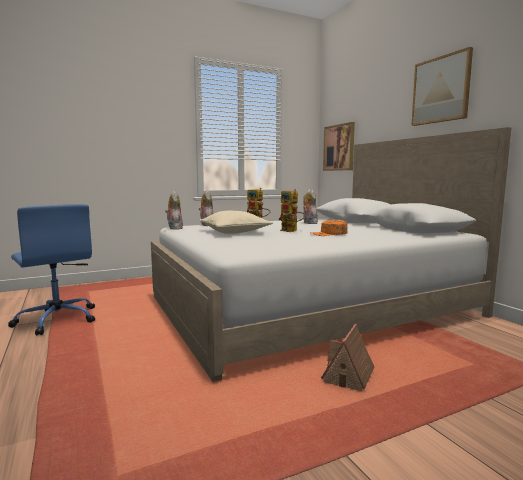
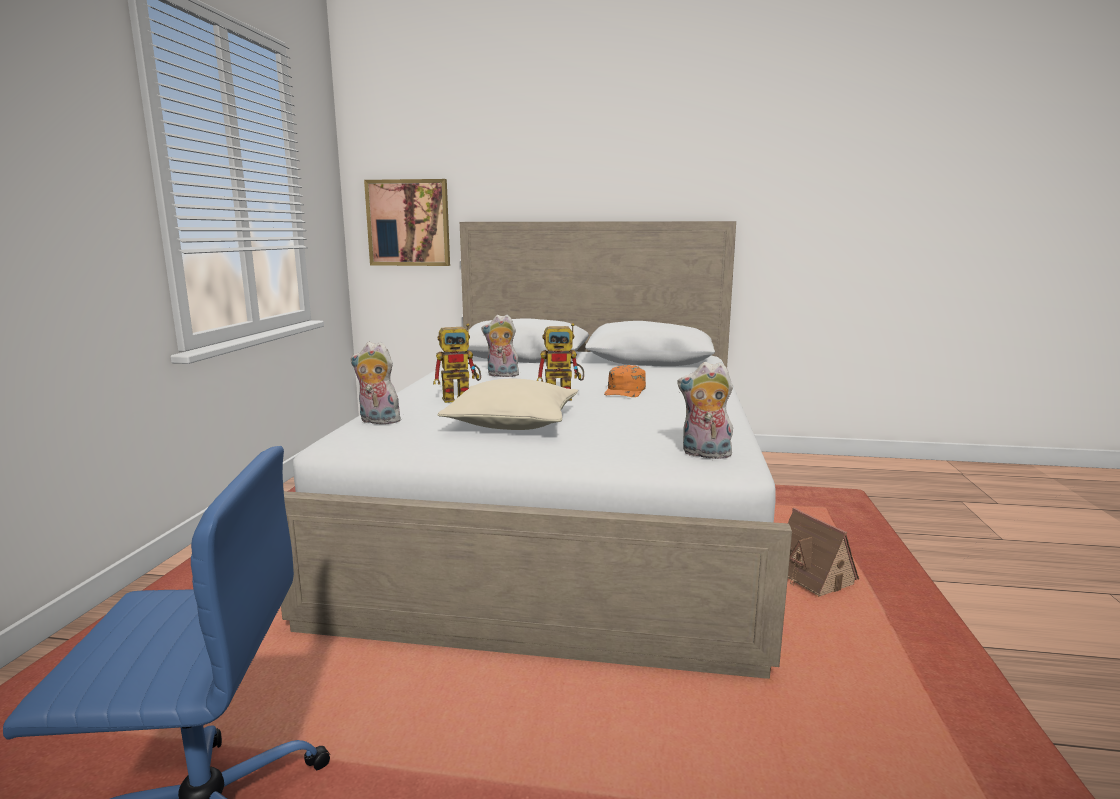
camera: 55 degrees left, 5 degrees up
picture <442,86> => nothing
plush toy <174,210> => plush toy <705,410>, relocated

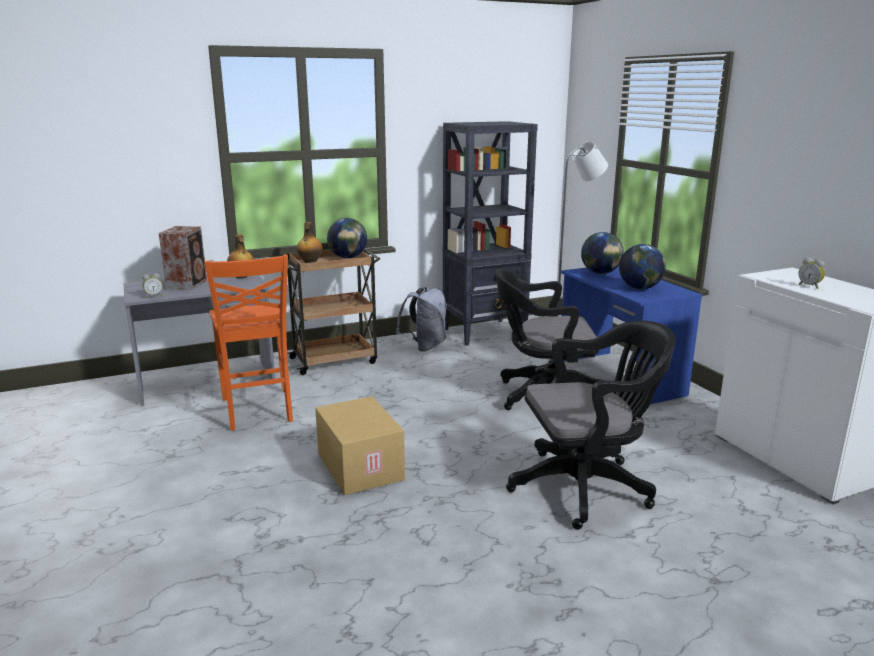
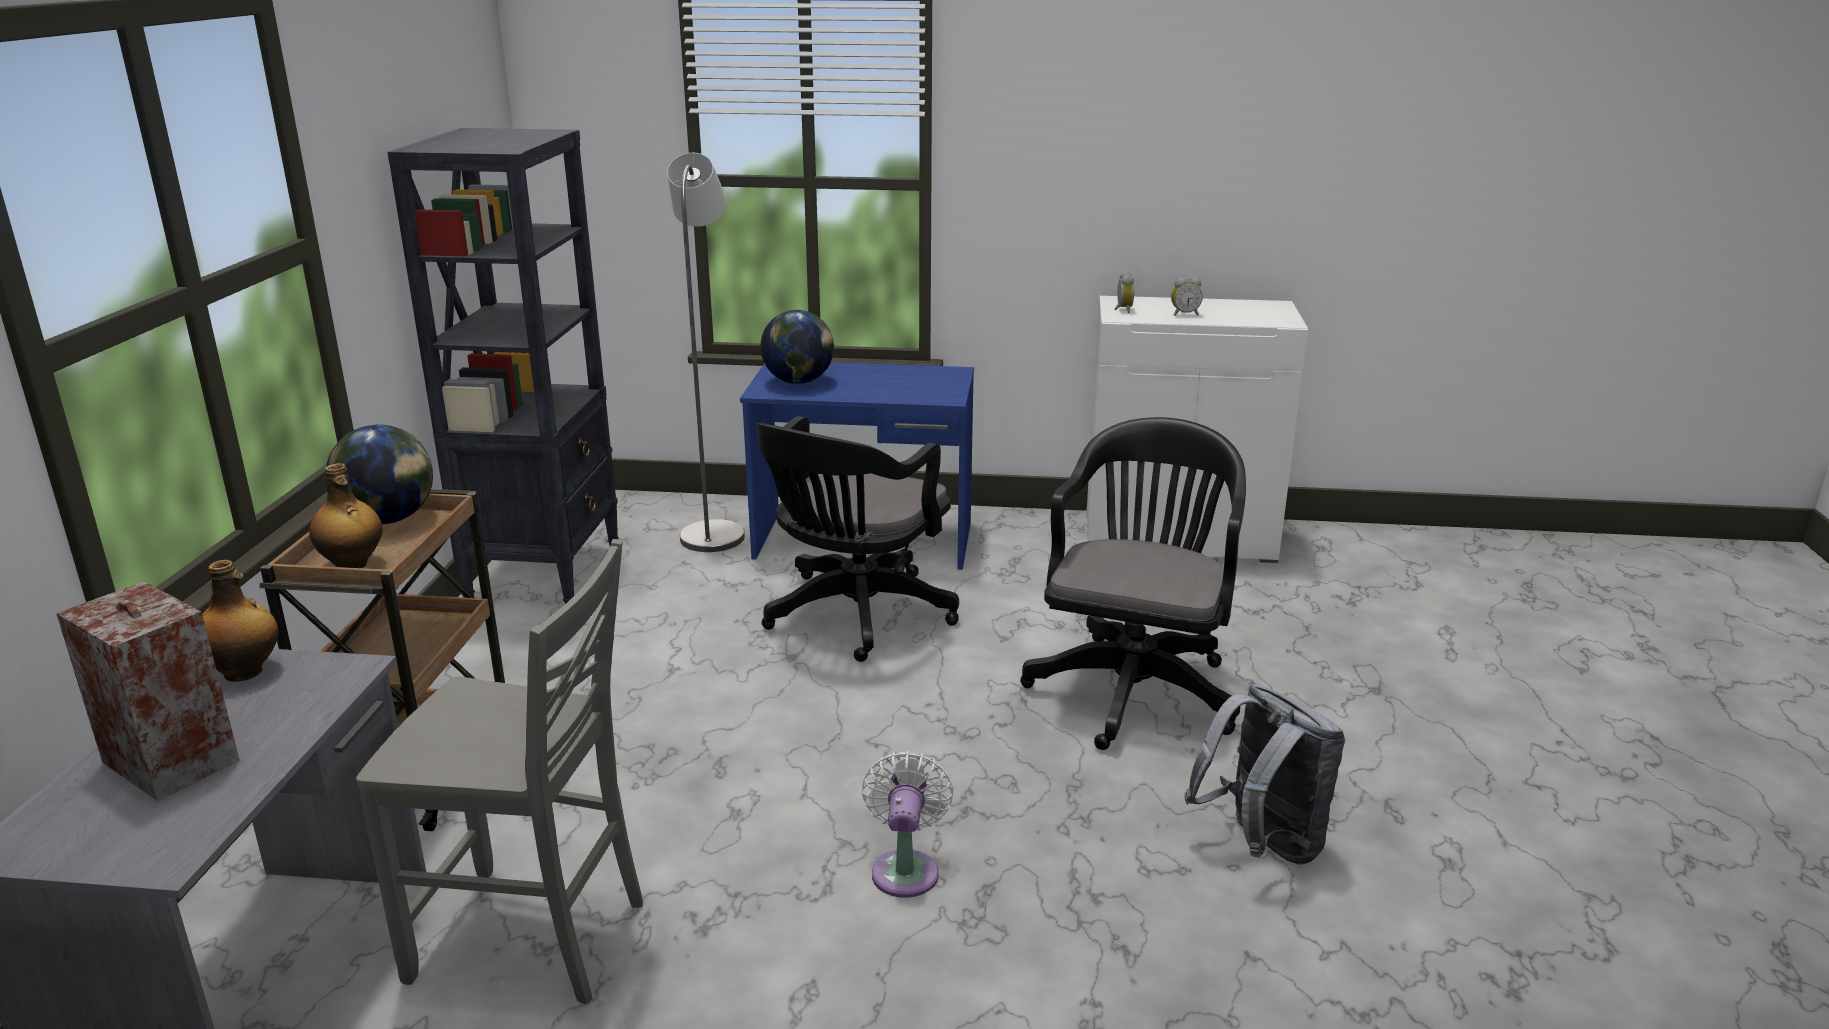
camera: 60 degrees left, 5 degrees up
globe <642,266> => nothing
chair in orange <249,342> => chair in grey <499,771>
alarm clock <152,285> => alarm clock <1124,292>, relocated
backpack in grey <421,319> => backpack in grey <1264,774>, relocated
cardboard box <360,445> => fan in white <908,824>

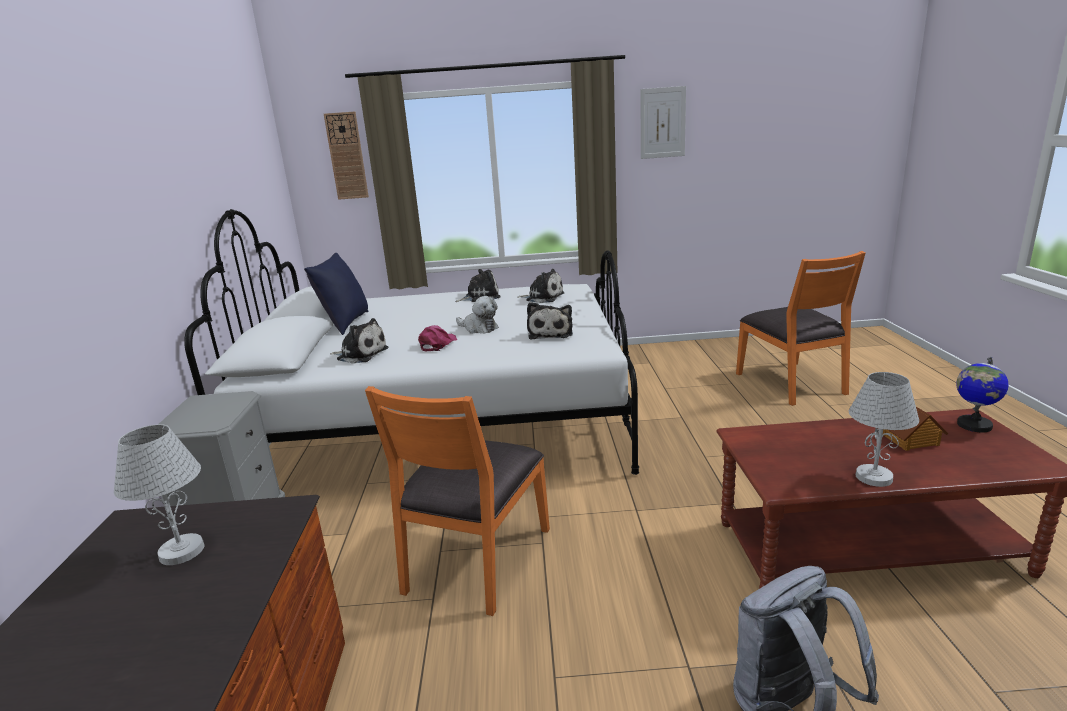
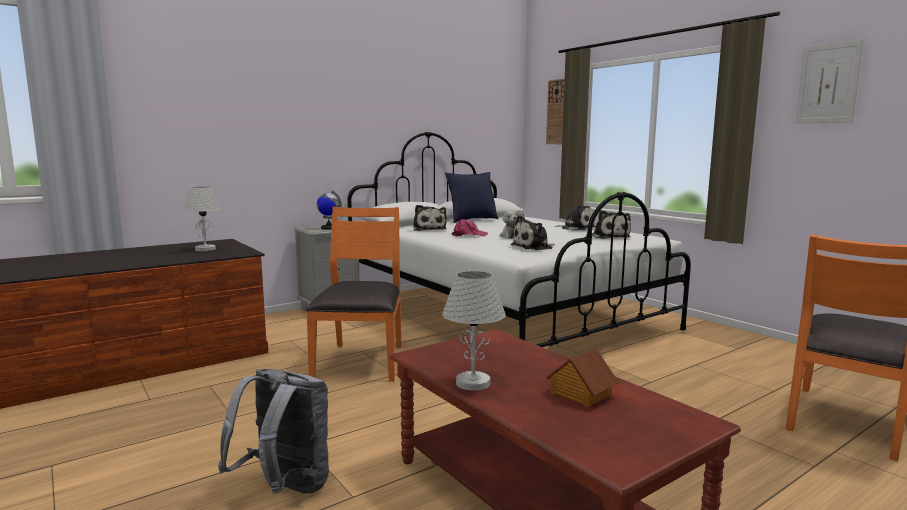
camera: 55 degrees right, 10 degrees down
globe <982,394> => globe <329,210>, relocated
chair in orange <457,501> => chair in orange <353,294>, 105 degrees clockwise

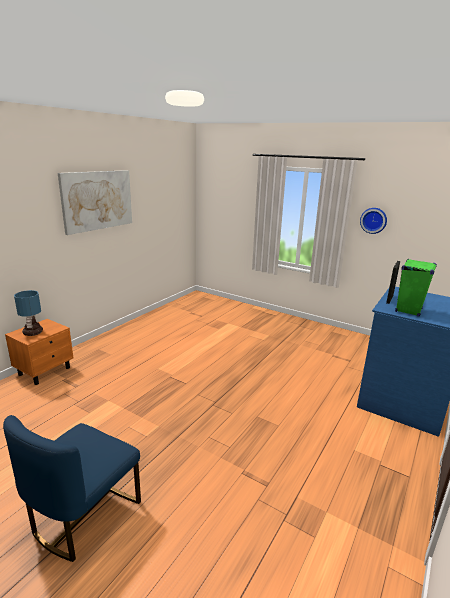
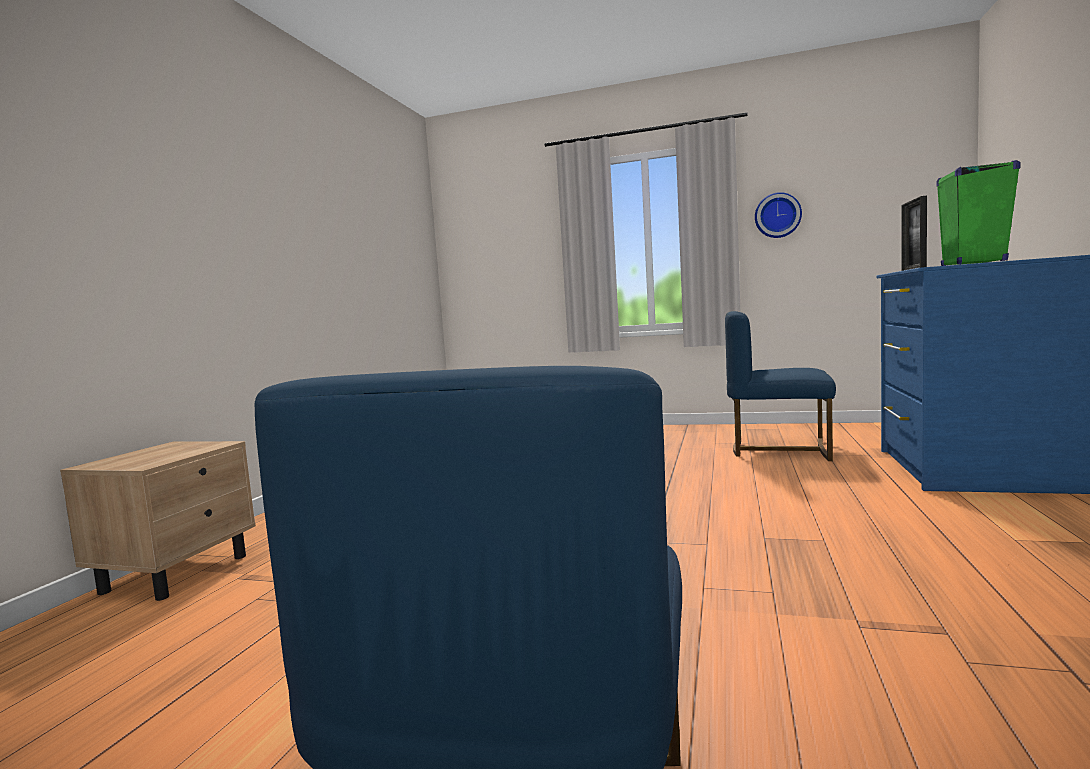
camera: 15 degrees left, 15 degrees down
picture <95,202> => nothing
table lamp <28,313> => nothing
nightstand in orange <39,352> => nightstand in beige <158,521>
nothing => chair in blue <780,386>

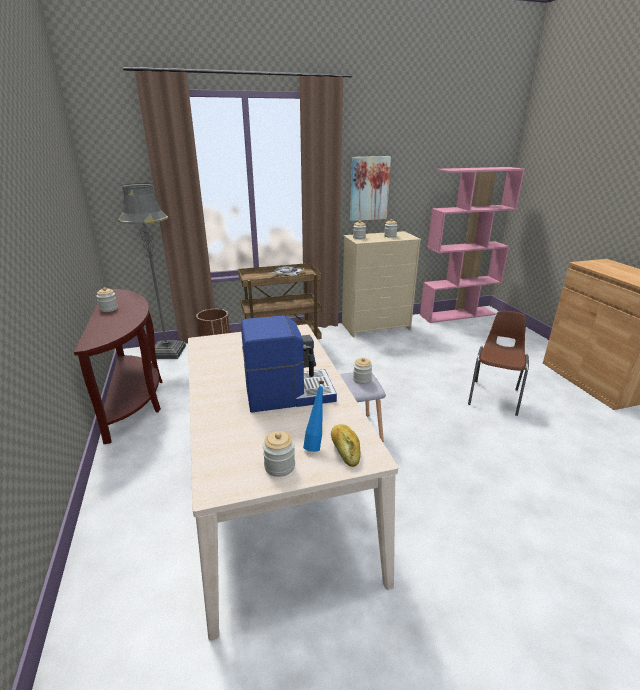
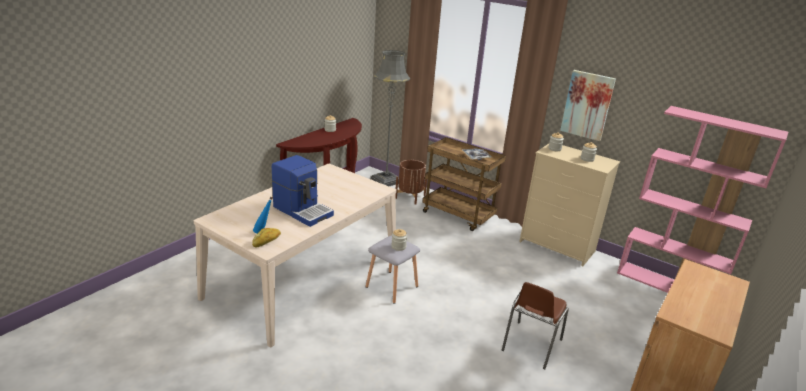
camera: 50 degrees right, 0 degrees up
chair in brown <498,363> => chair in brown <535,325>, 135 degrees clockwise
jar <279,454> => nothing

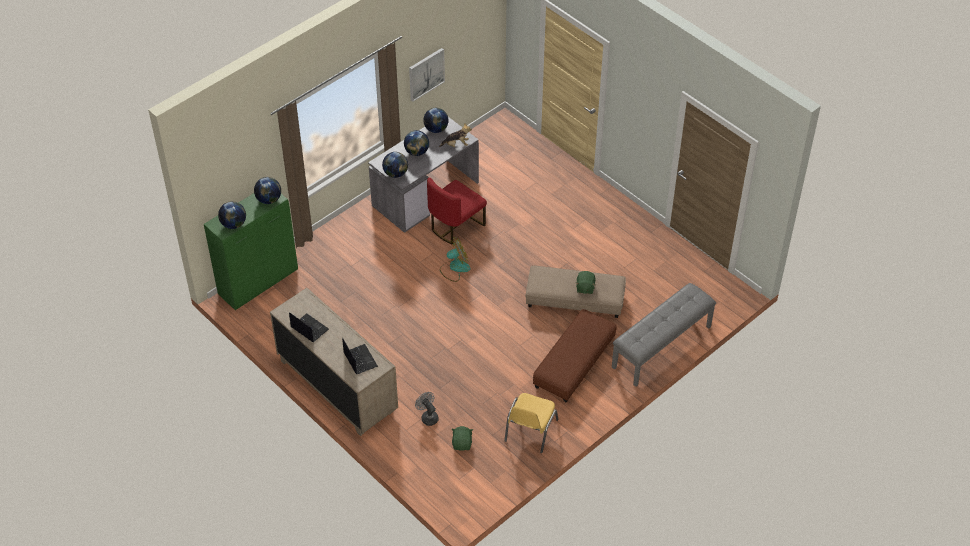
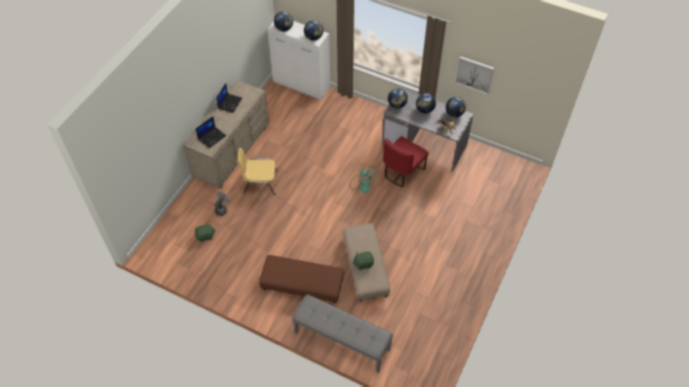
camera: 70 degrees right, 5 degrees up
chair in red <457,210> => chair in red <406,161>, 75 degrees counterclockwise
cabinet in green <251,251> => cabinet in white <299,60>
chair in yellow <531,423> => chair in yellow <257,171>, relocated

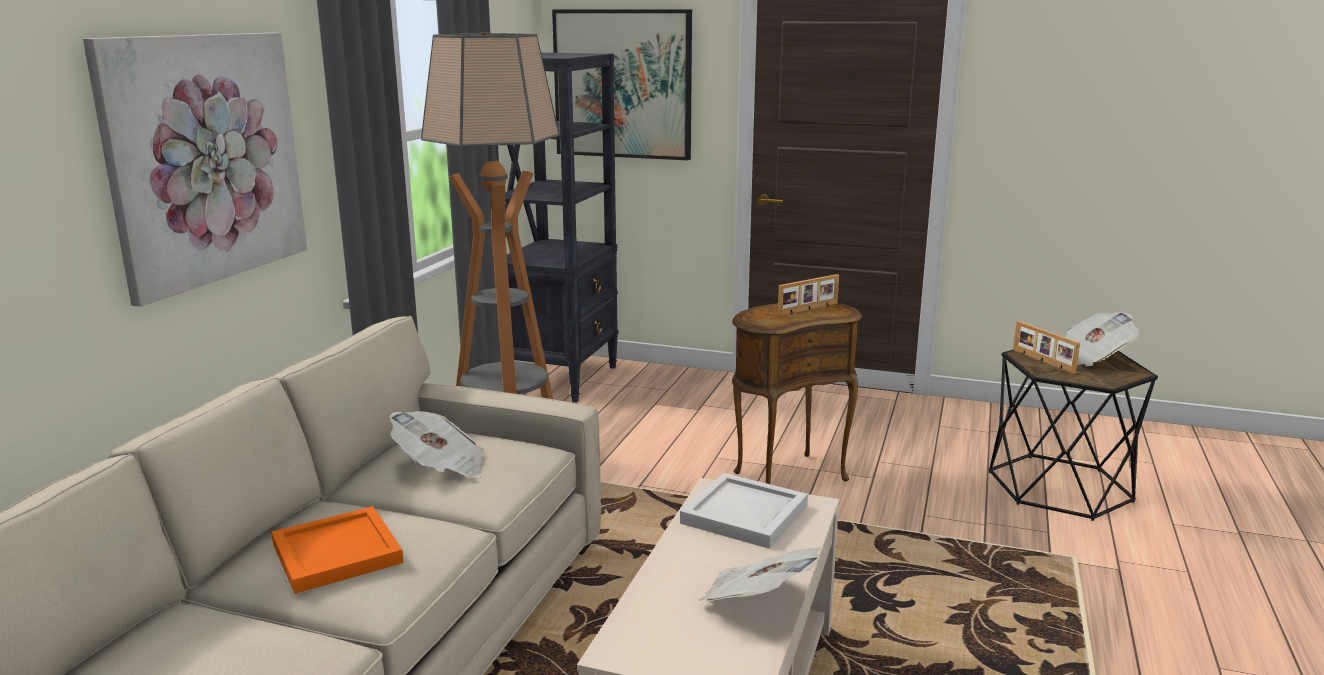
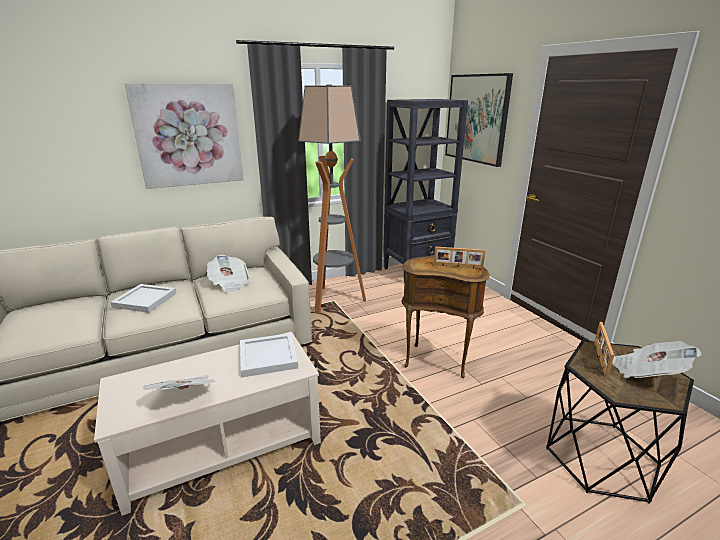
camera: 45 degrees right, 5 degrees up
tray in orange <337,550> => tray in white <143,298>

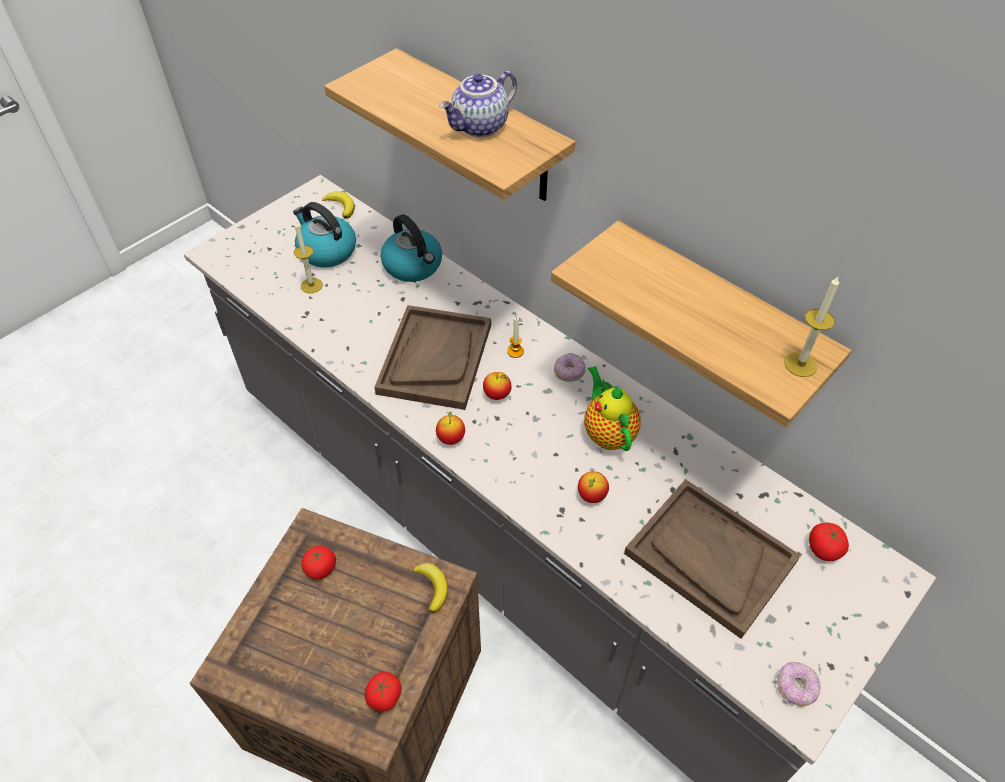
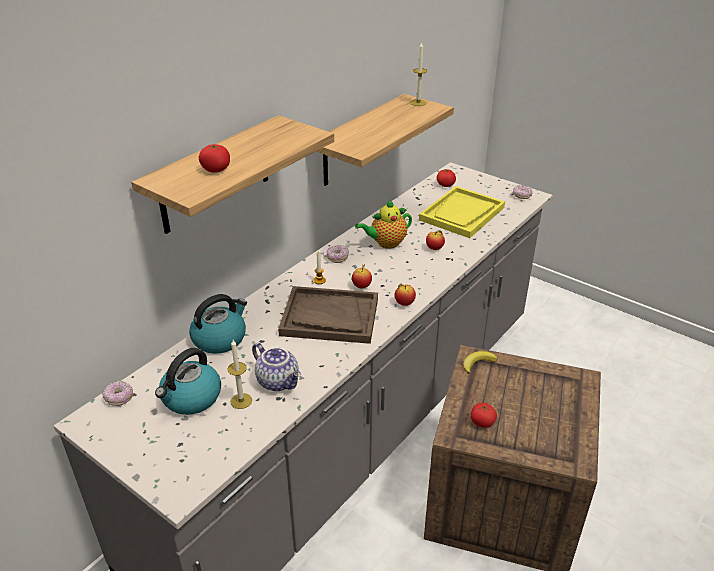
camera: 95 degrees left, 15 degrees down
teapot <478,104> => teapot <276,367>, relocated
banana <338,205> => donut <117,393>
tray in brown <712,559> => tray in yellow <462,212>
tomato <383,691> => tomato <214,158>, relocated

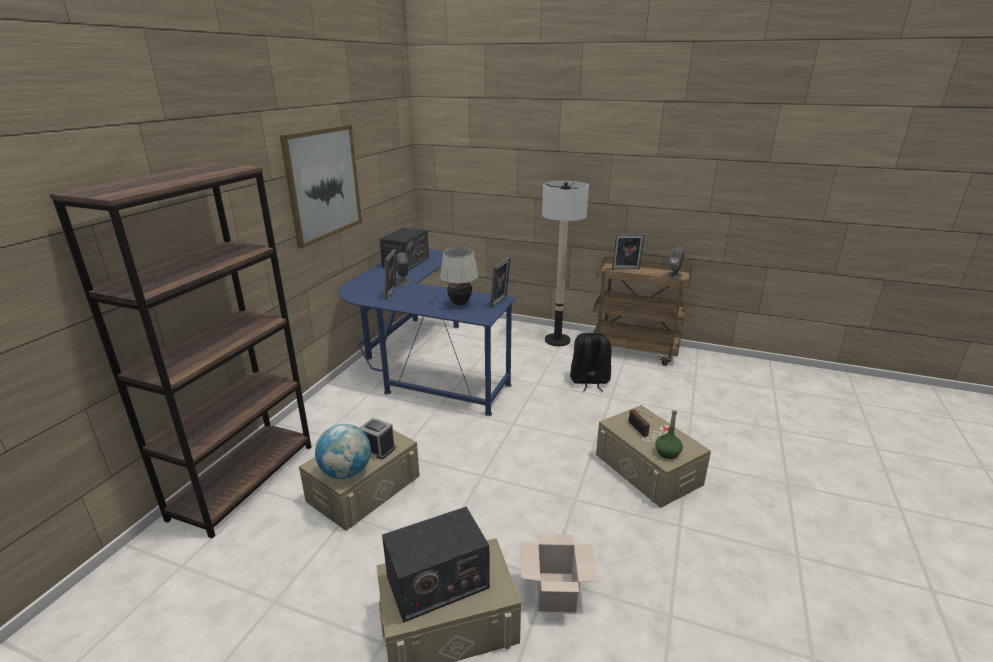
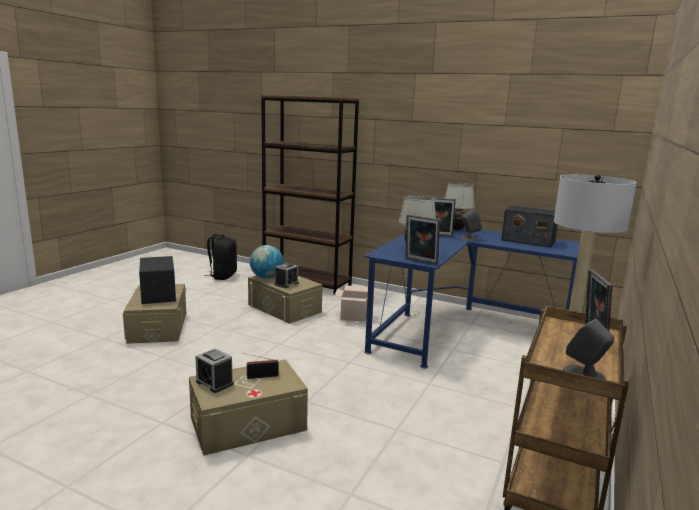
camera: 95 degrees right, 10 degrees down
picture <321,186> => nothing
backpack in black <590,362> => backpack in black <220,257>, relocated
bottle in green <669,434> => alarm clock <214,370>
cardboard box <559,573> => cardboard box <354,303>, relocated
nothing => table lamp in white <460,206>

